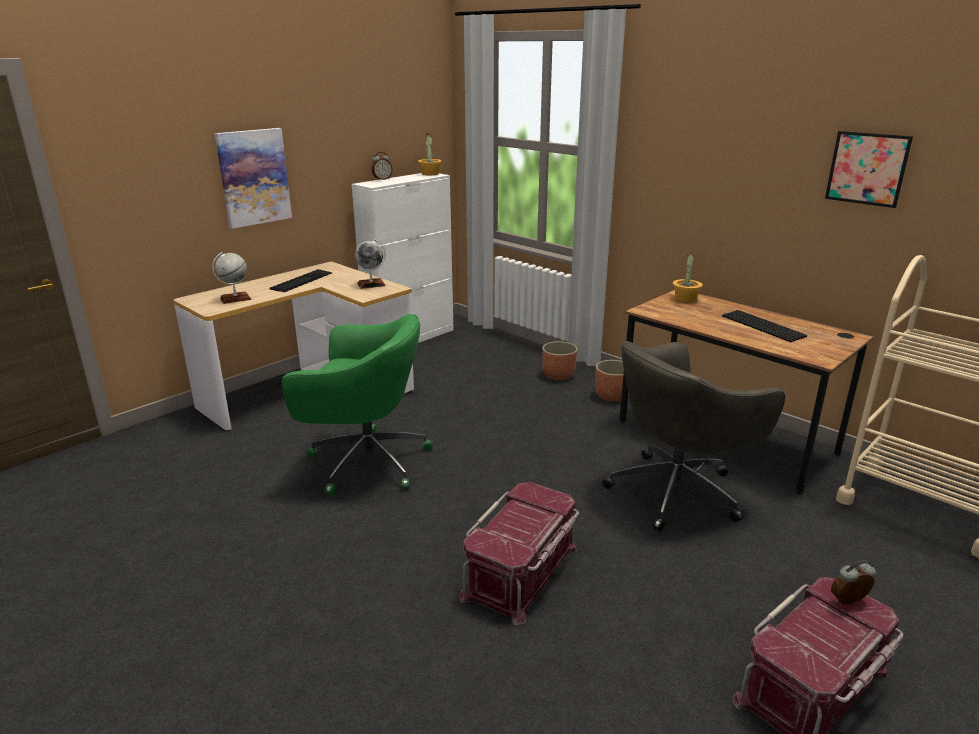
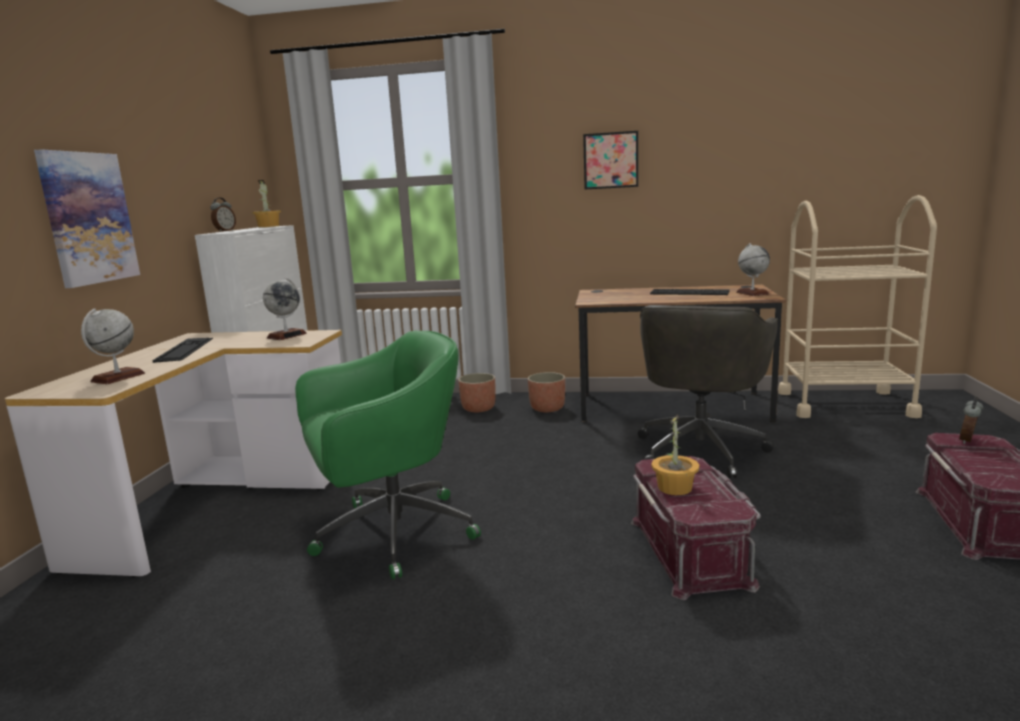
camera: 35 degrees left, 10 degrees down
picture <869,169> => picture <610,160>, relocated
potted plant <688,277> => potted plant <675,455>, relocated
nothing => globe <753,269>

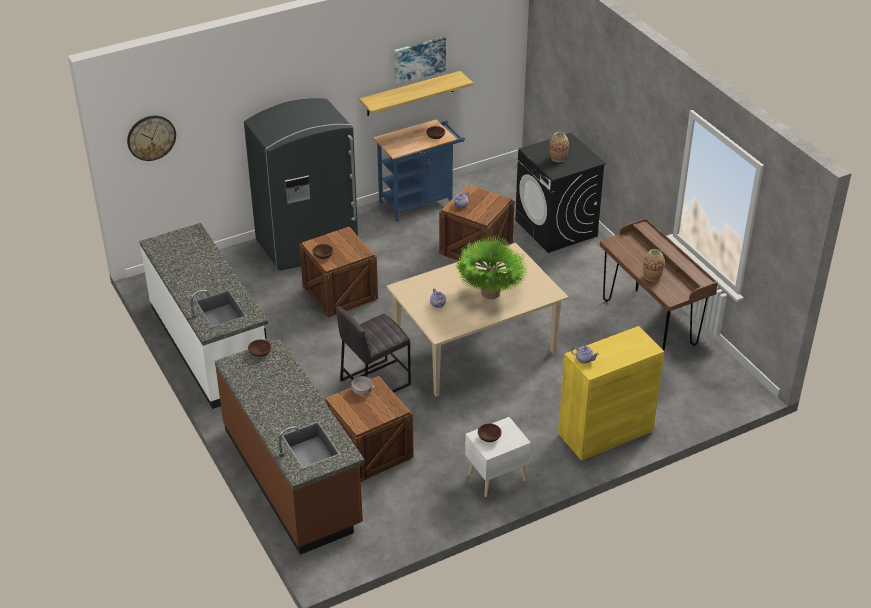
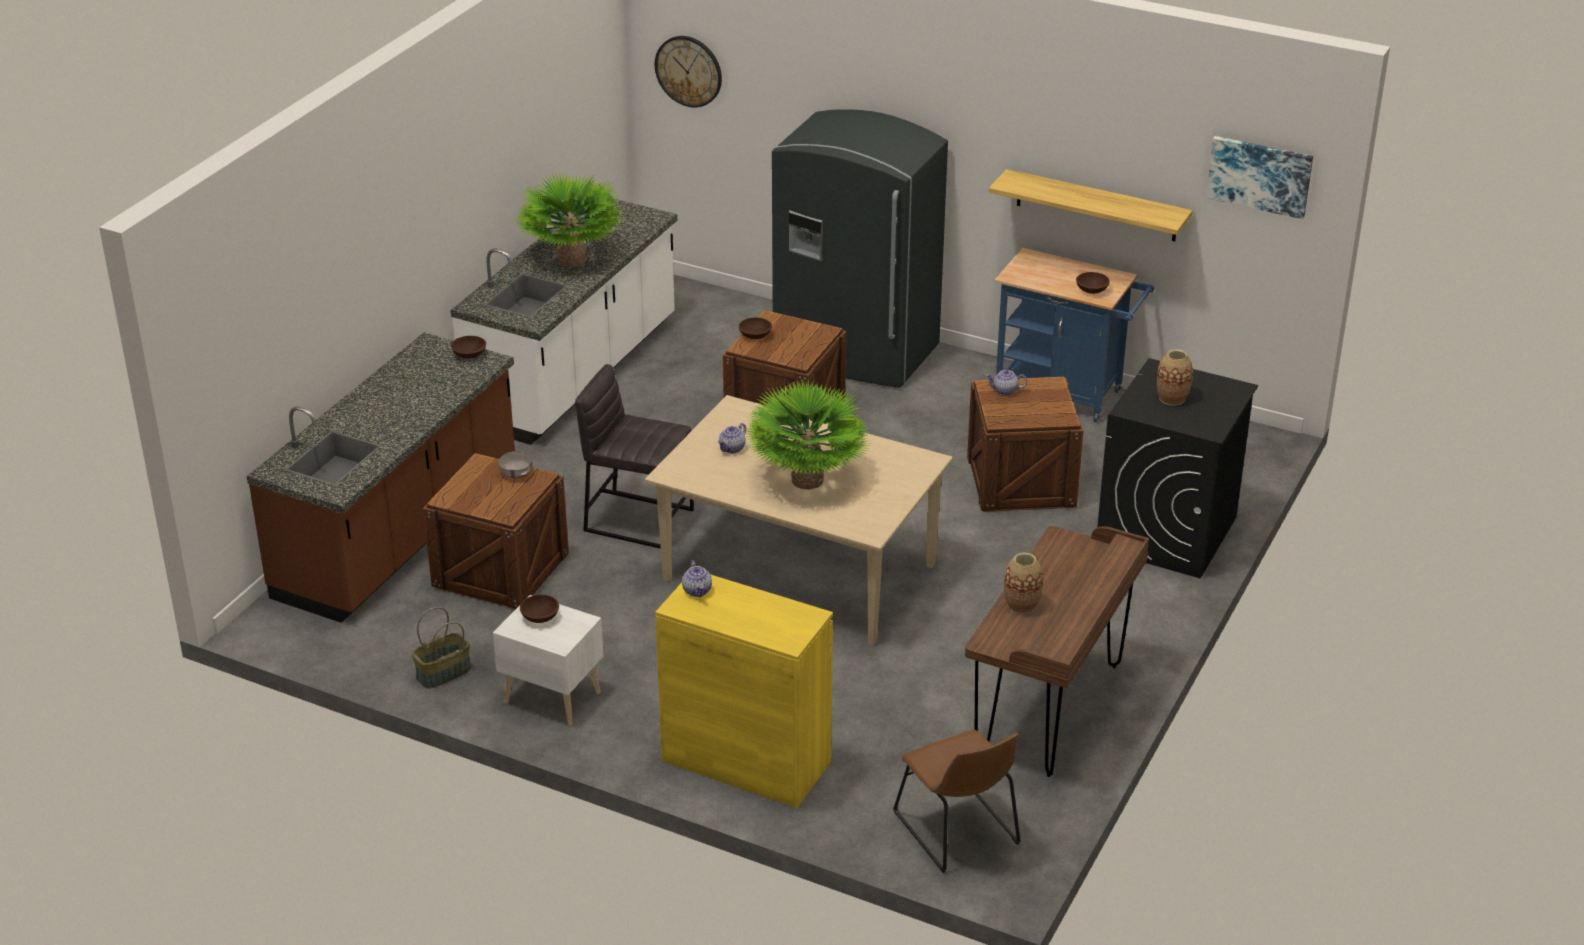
camera: 55 degrees right, 5 degrees down
picture <420,61> => picture <1259,177>, relocated
nothing => potted plant <569,219>
nothing => basket <441,648>
nothing => chair in brown <957,801>

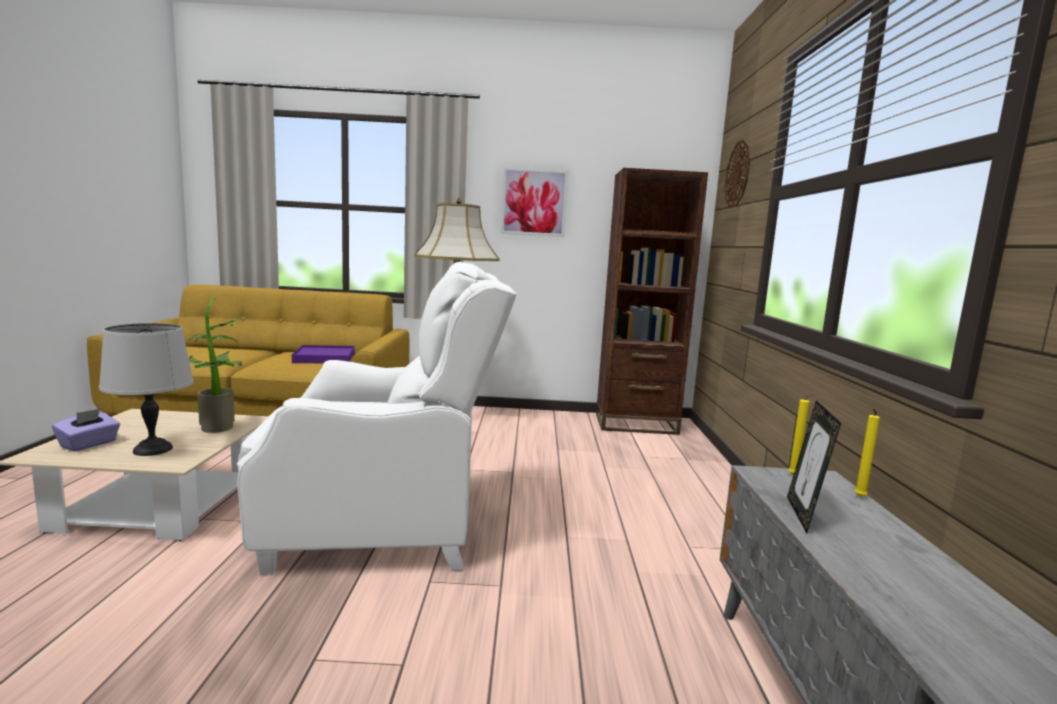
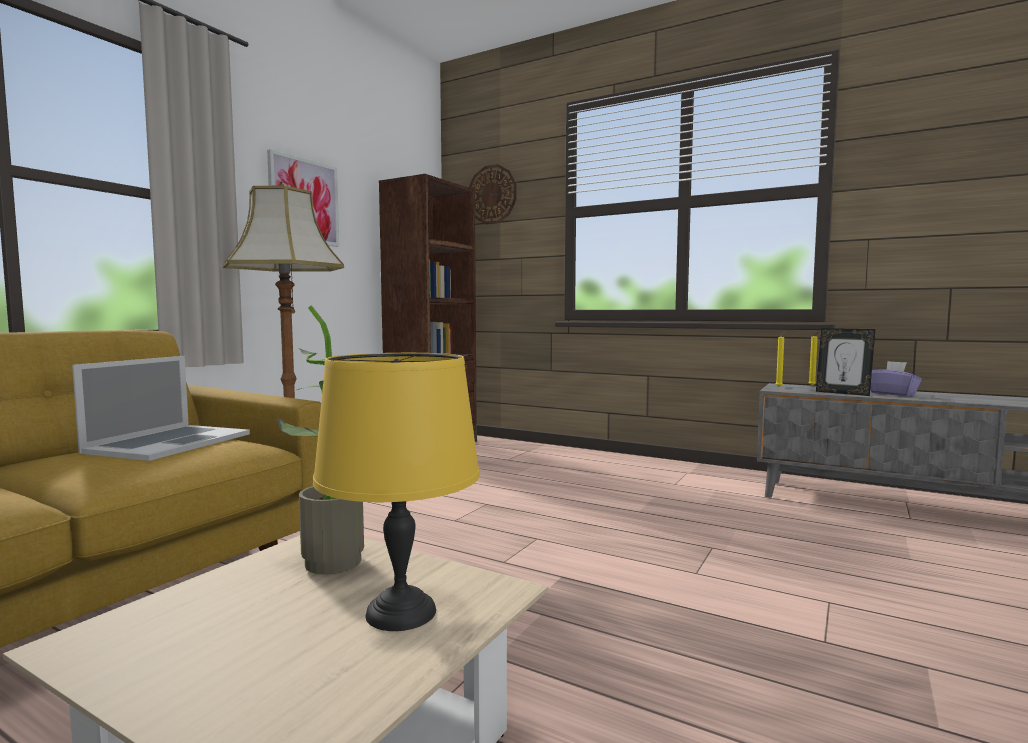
camera: 60 degrees left, 5 degrees down
armchair in white <377,418> => nothing
table lamp in grey <146,389> => table lamp in yellow <396,492>
tray in purple <323,354> => laptop <161,408>
tissue box in purple <86,430> => tissue box in purple <896,378>, relocated

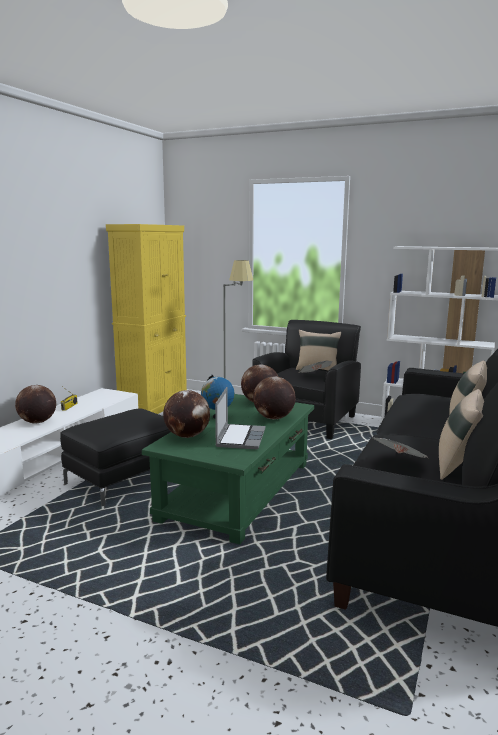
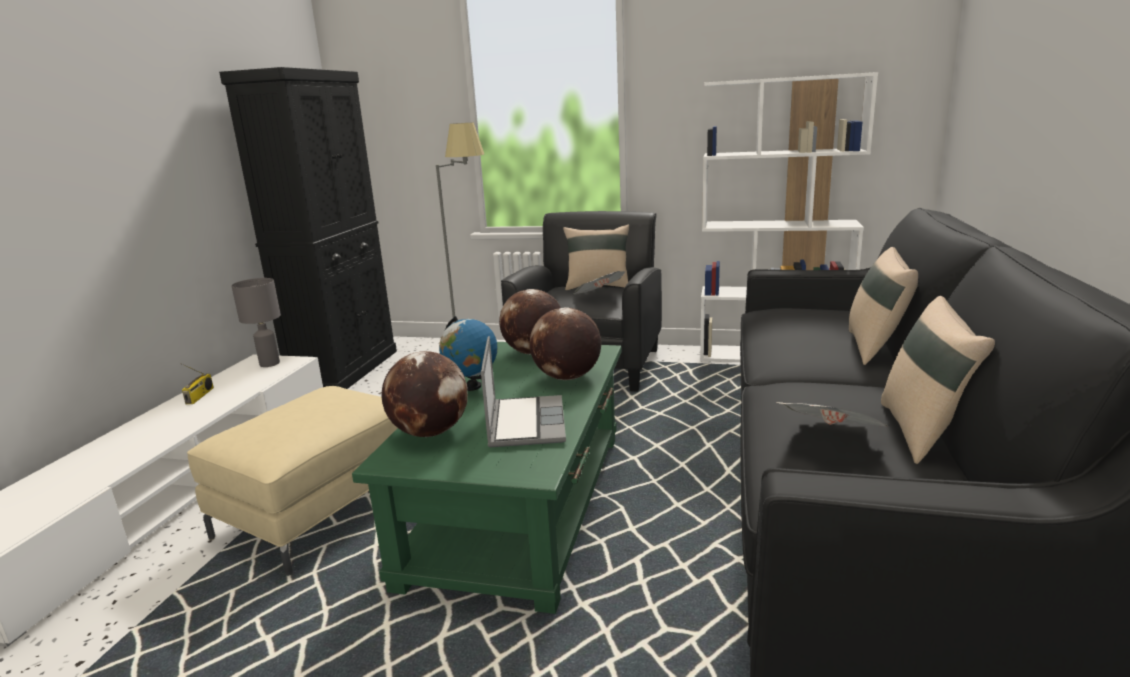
camera: 10 degrees left, 5 degrees up
cabinet in yellow <146,319> => cabinet in black <308,228>
globe <35,404> => nothing
ottoman in black <115,457> => ottoman in beige <292,481>
nothing => table lamp in grey <256,322>

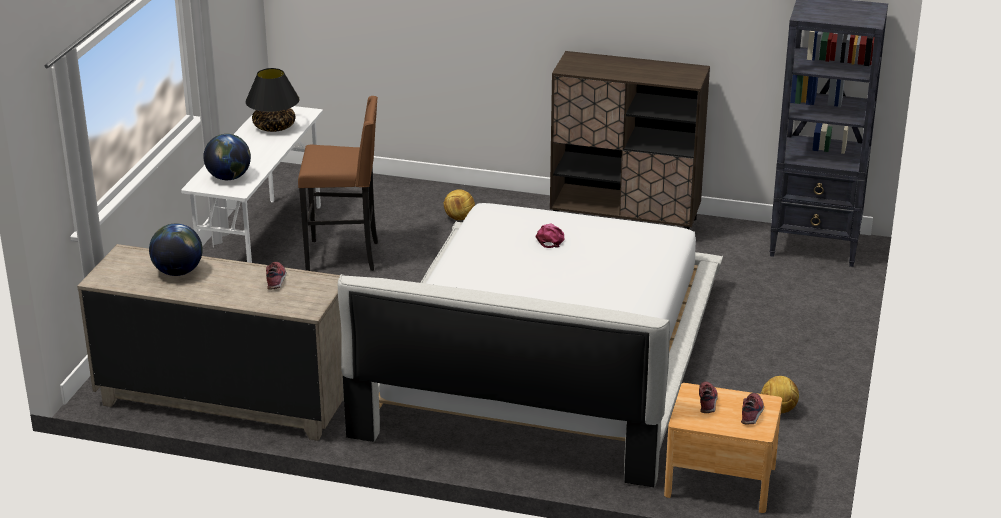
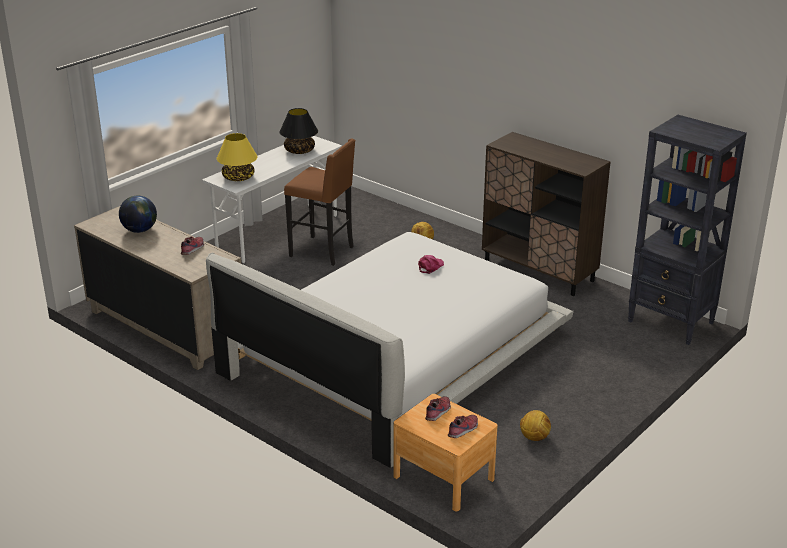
camera: 25 degrees right, 0 degrees up
globe <227,157> => table lamp in yellow <237,157>

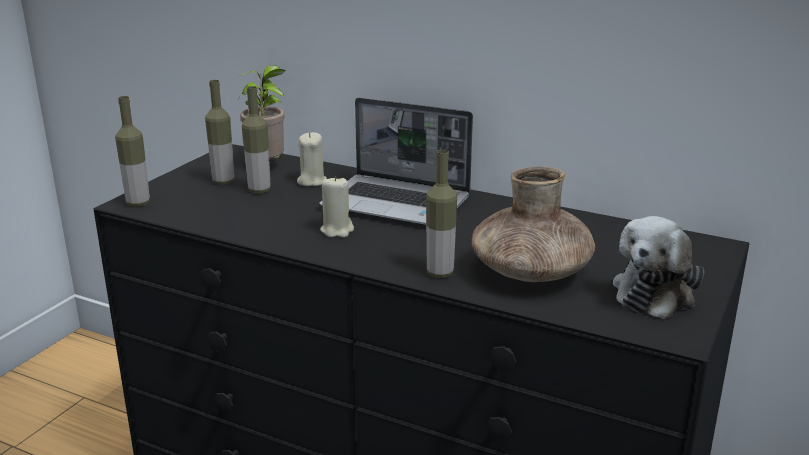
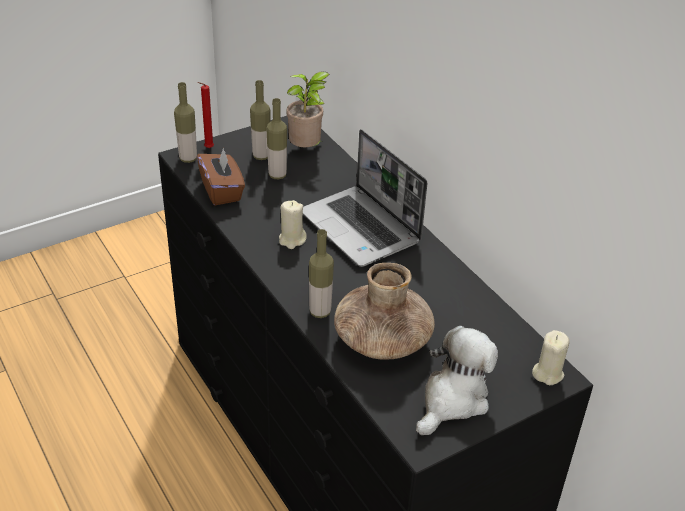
camera: 30 degrees right, 15 degrees up
candle in beige <312,159> => candle in beige <551,357>, relocated
plush toy <659,267> => plush toy <457,380>, 150 degrees clockwise
nothing => candle in red <205,115>
nothing => tissue box in brown <221,176>

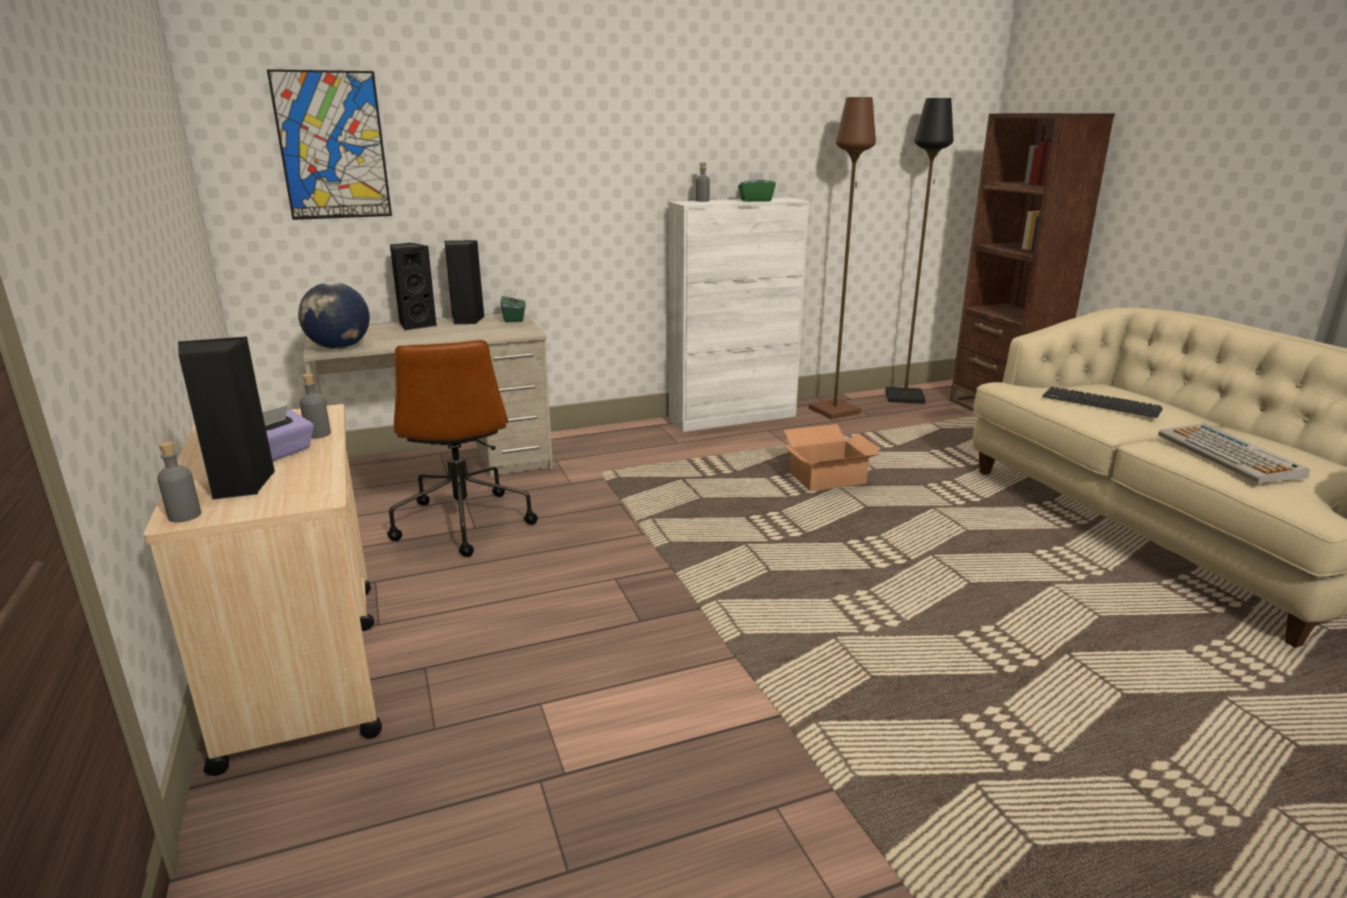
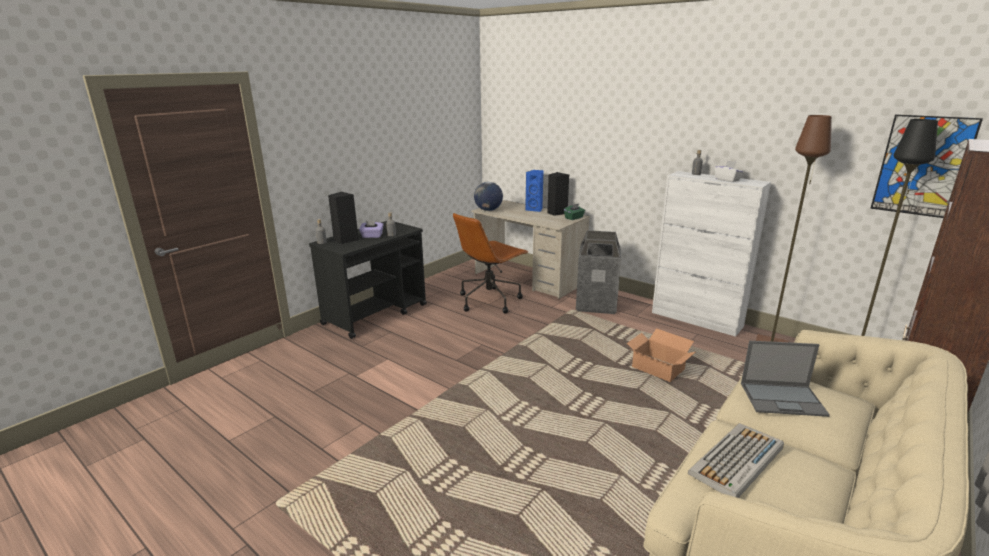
camera: 60 degrees right, 0 degrees up
picture <329,144> => picture <926,166>, relocated
tissue box in green <757,187> => tissue box in white <729,171>
speaker in black <413,286> => speaker in blue <534,191>
keyboard <1102,402> => laptop <785,379>
cart in beige <262,590> => cart in black <368,280>
nothing => trash can <598,272>

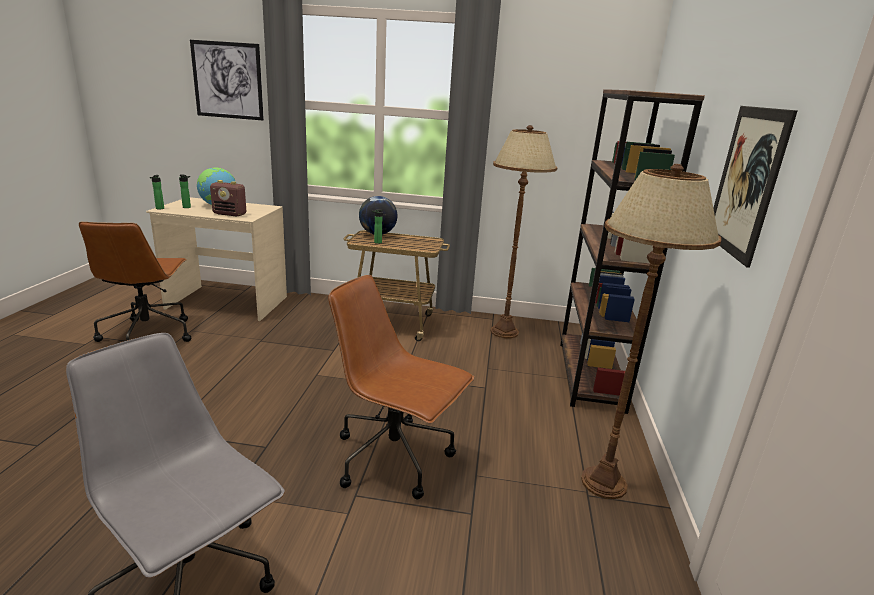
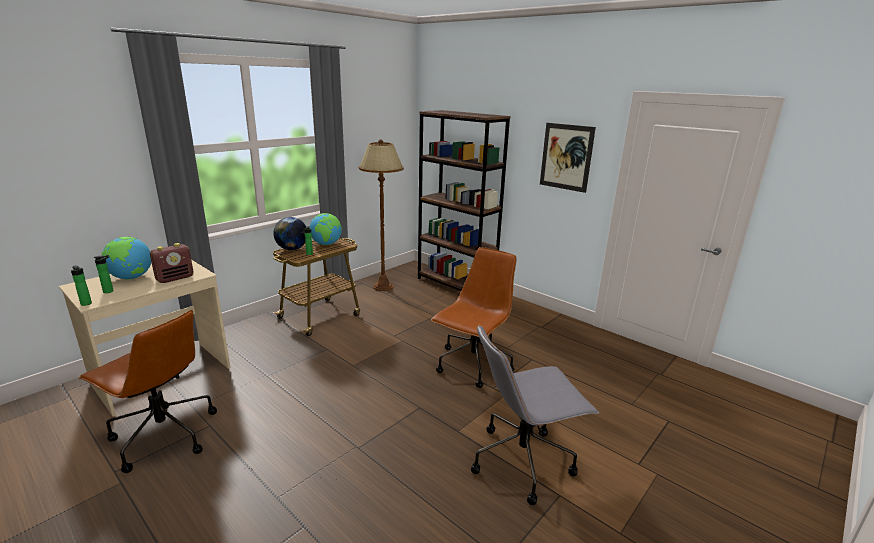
camera: 55 degrees left, 0 degrees up
picture <227,80> => nothing
floor lamp in brown <651,331> => nothing
office chair in brown <401,387> => office chair in brown <474,317>, 150 degrees clockwise
nothing => globe <325,229>

